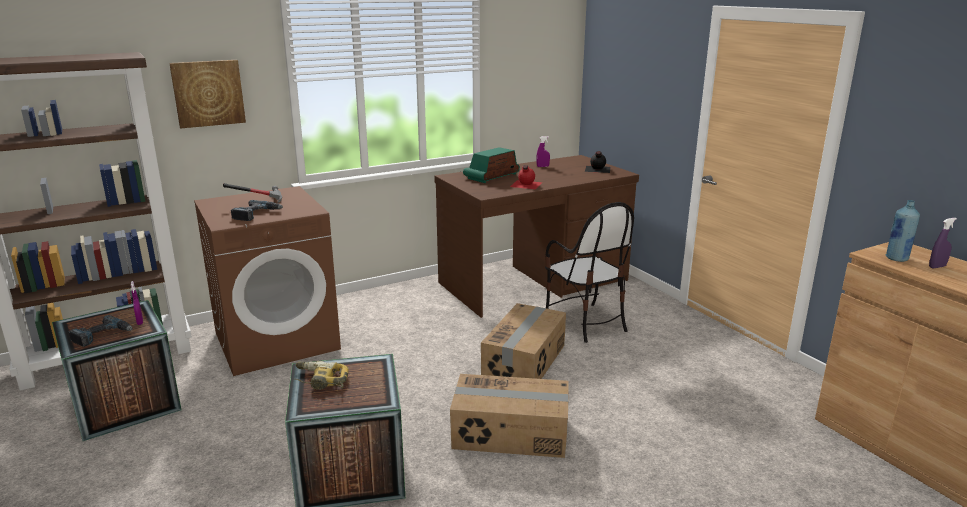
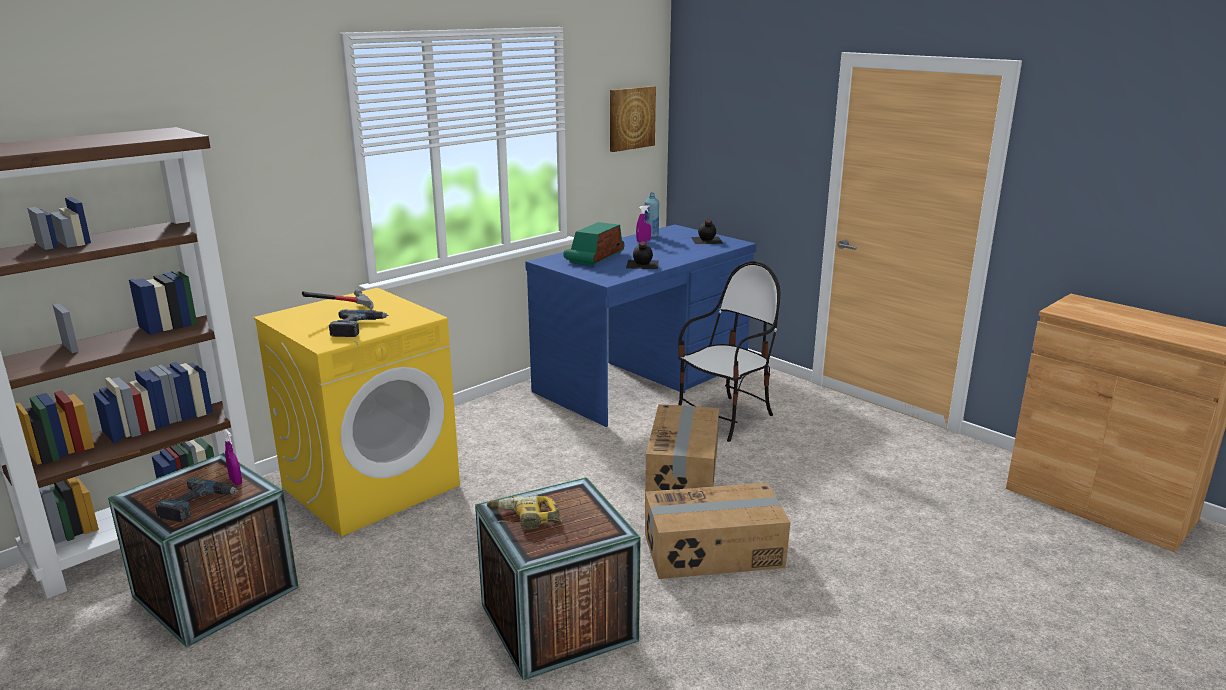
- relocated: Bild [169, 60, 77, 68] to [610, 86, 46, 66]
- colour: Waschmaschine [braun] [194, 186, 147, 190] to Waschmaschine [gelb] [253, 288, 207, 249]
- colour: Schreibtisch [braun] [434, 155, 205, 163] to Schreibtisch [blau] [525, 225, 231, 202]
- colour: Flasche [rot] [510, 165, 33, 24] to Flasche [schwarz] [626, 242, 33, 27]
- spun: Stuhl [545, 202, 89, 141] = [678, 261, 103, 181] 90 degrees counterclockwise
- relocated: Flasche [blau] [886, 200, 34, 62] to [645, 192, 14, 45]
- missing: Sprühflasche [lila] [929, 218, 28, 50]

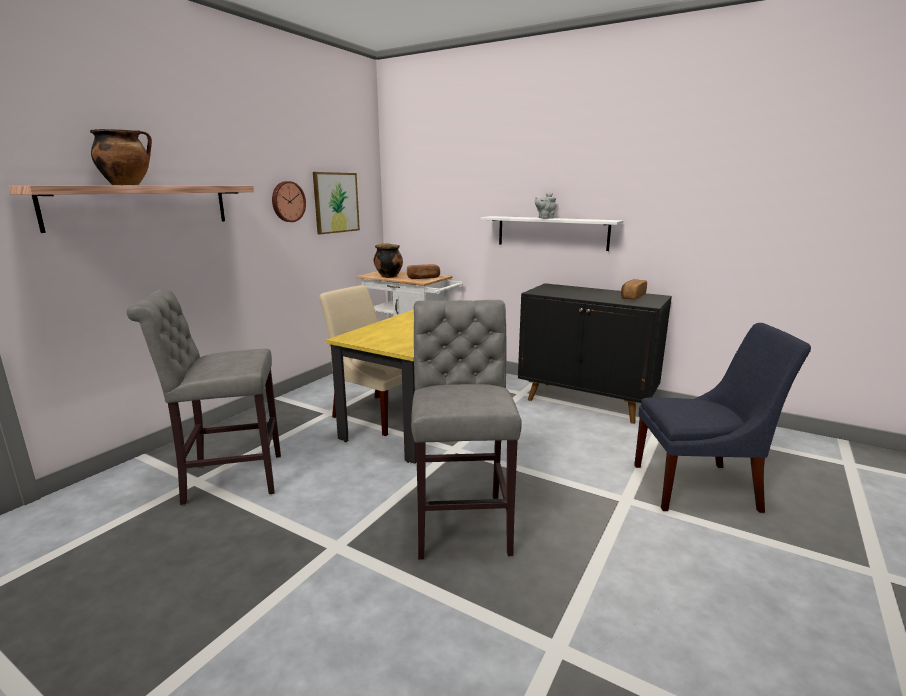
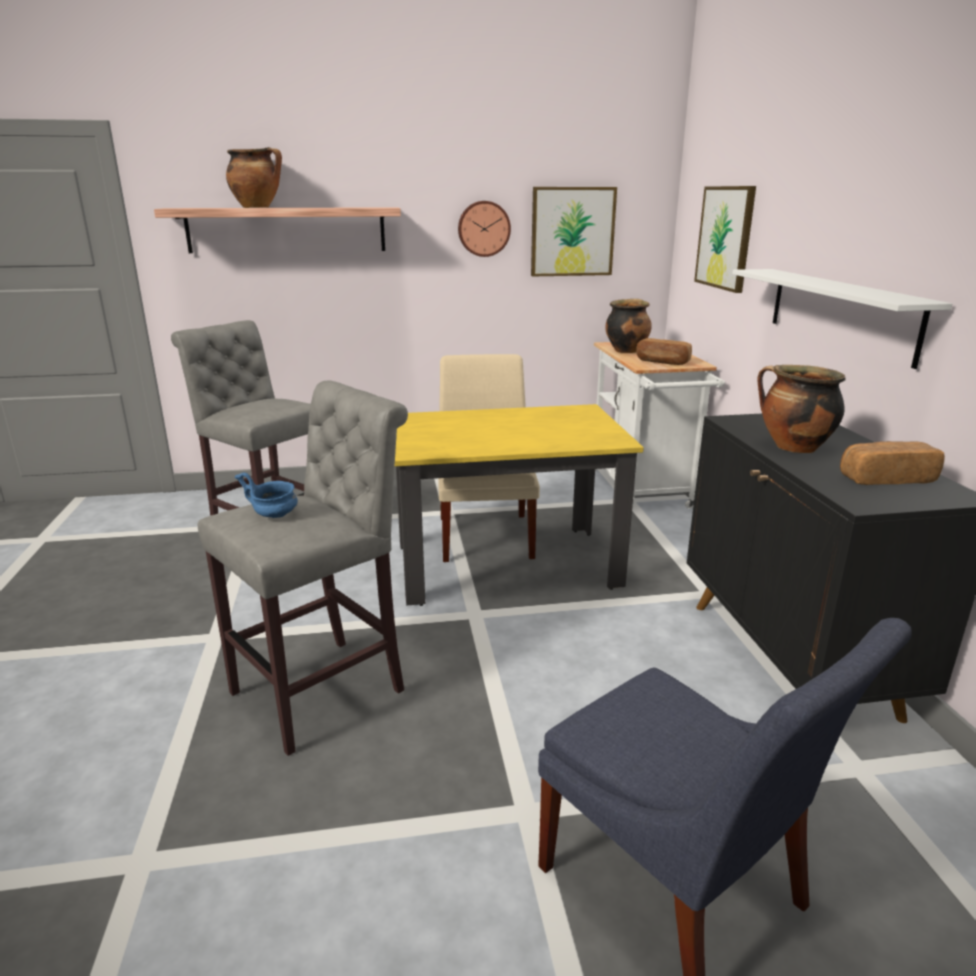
- missing: Teekanne [grau] [535, 193, 21, 26]
- appeared: Schüssel [blau] [235, 472, 63, 46]
- appeared: Bild [694, 186, 62, 107]
- appeared: Kochtopf [757, 365, 89, 88]

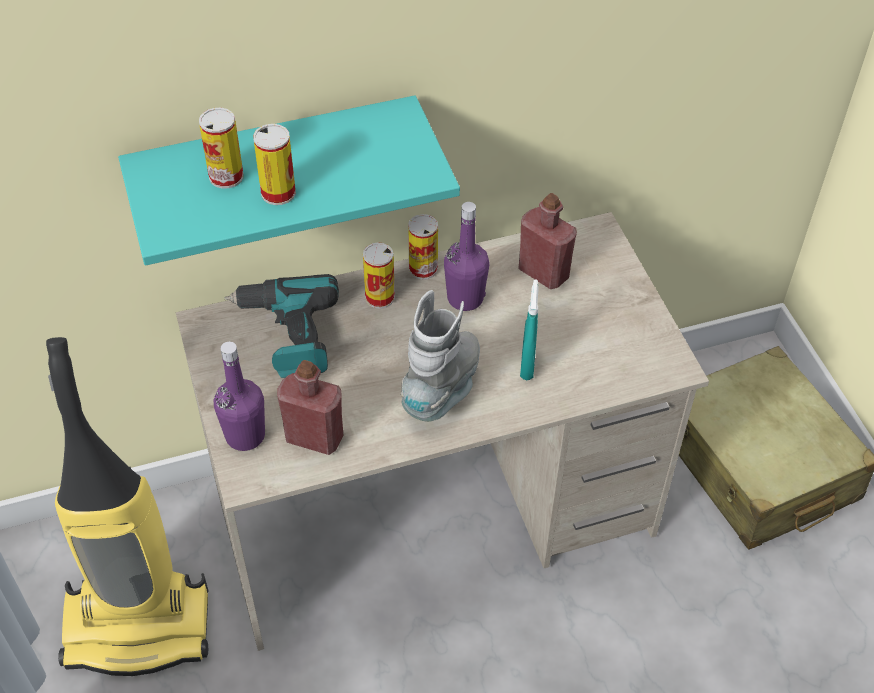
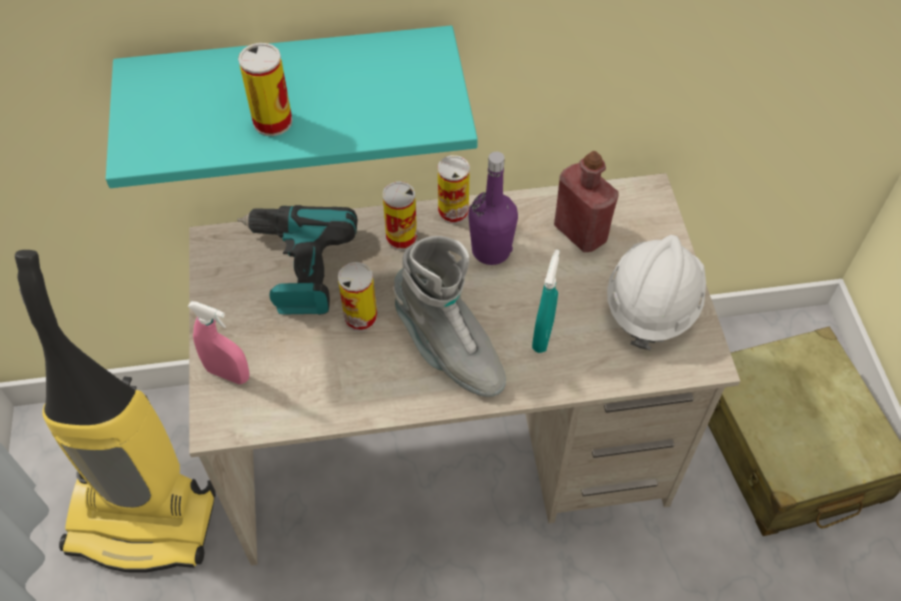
- relocated: Dose [199, 108, 44, 81] to [338, 262, 39, 70]
- exchanged: Flasche [lila] [214, 342, 51, 109] to Sprühflasche [rosa] [188, 301, 61, 83]
- missing: Flasche [rot] [277, 360, 66, 95]
- spun: Stiefel [grau] [401, 290, 79, 132] = [393, 236, 113, 161] 105 degrees clockwise
- appeared: Schutzhelm [weiß] [607, 235, 99, 116]

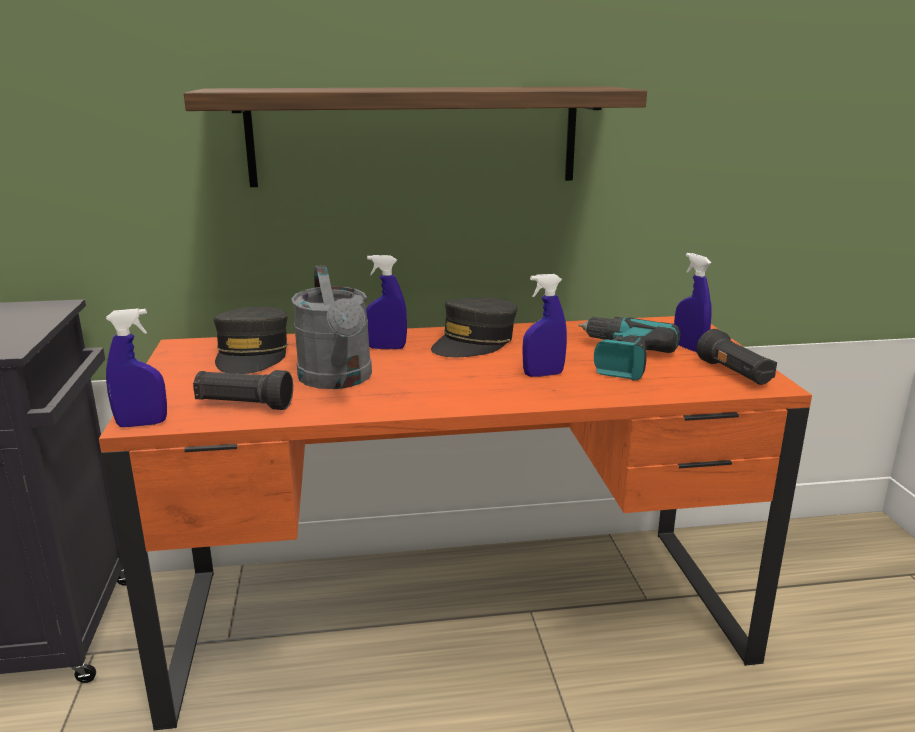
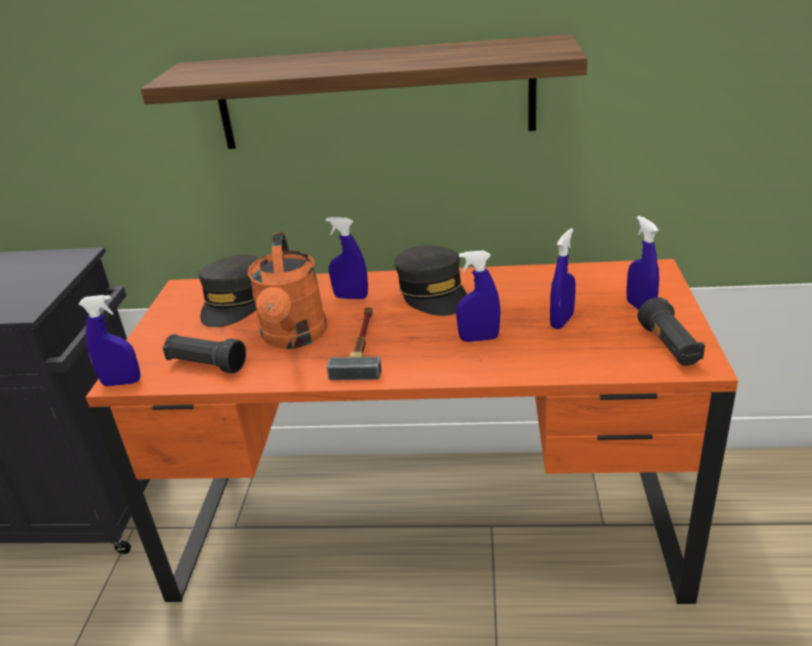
- colour: Gießkanne [grau] [291, 265, 81, 124] to Gießkanne [orange] [248, 232, 78, 117]
- spun: Kappe [grau] [431, 297, 87, 60] = [394, 246, 73, 70] 75 degrees counterclockwise
- exchanged: Bohrmaschine [578, 317, 102, 64] to Sprühflasche [blau] [550, 228, 26, 101]
- appeared: Hammer [327, 307, 55, 73]

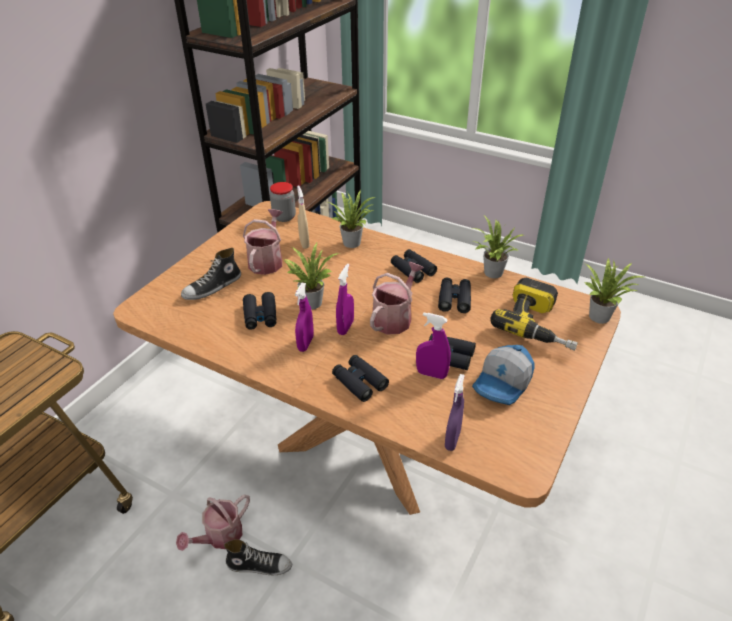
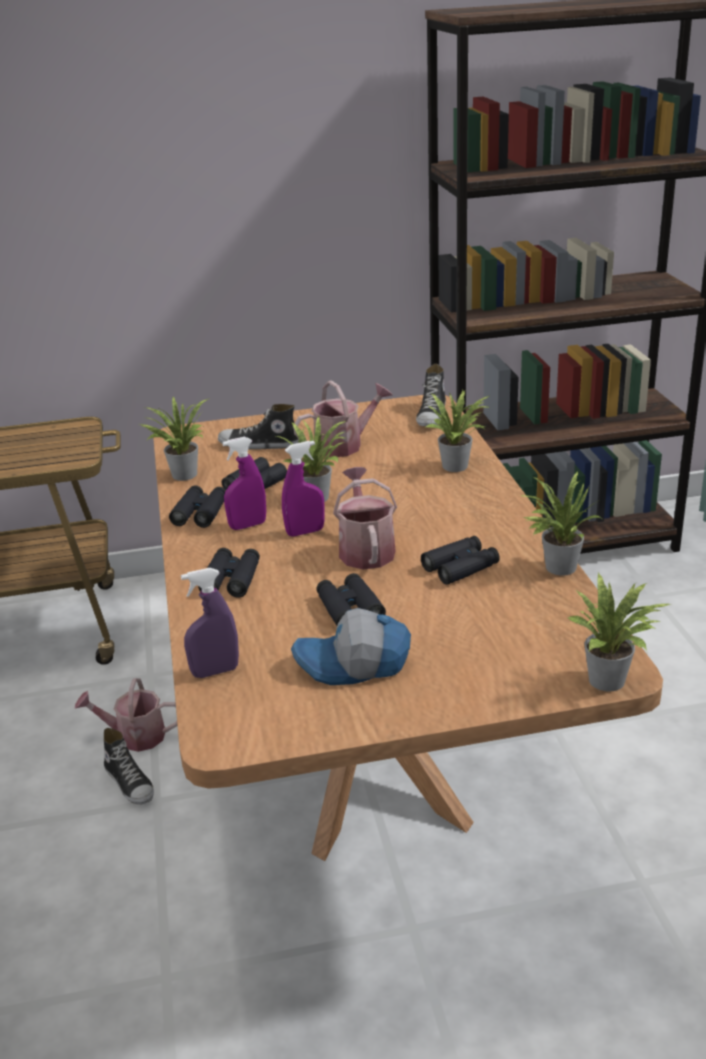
- exchanged: Vorratsglas [270, 182, 26, 40] to Schuh [416, 364, 30, 62]
- missing: Sprühflasche [beige] [297, 185, 13, 64]
- spun: Gießkanne [370, 262, 54, 72] = [333, 467, 64, 102] 90 degrees counterclockwise
- relocated: Fernglas [schwarz] [391, 249, 46, 34] to [169, 485, 57, 43]
- missing: Sprühflasche [lila] [416, 312, 35, 67]
- missing: Bohrmaschine [490, 278, 88, 73]
- appeared: Topfpflanze [140, 397, 70, 84]

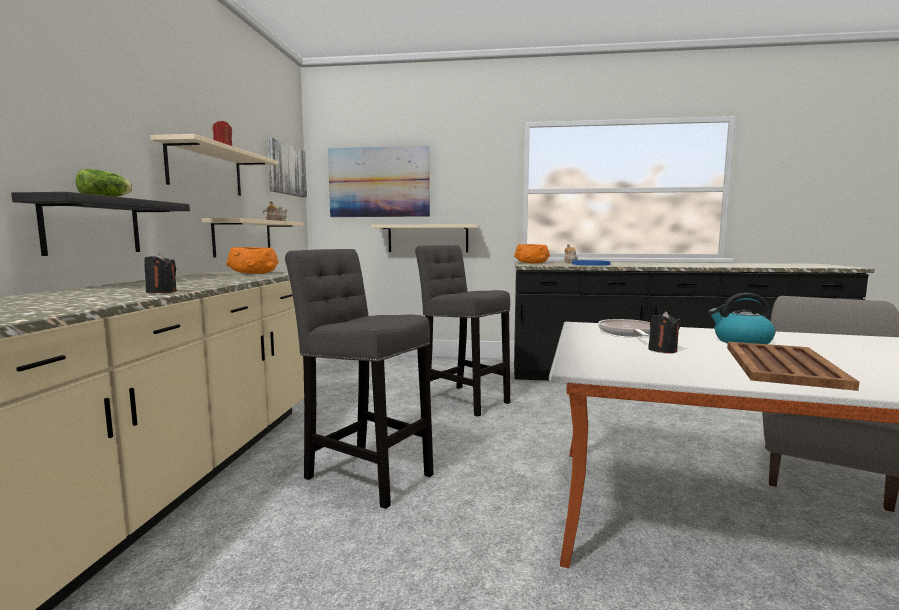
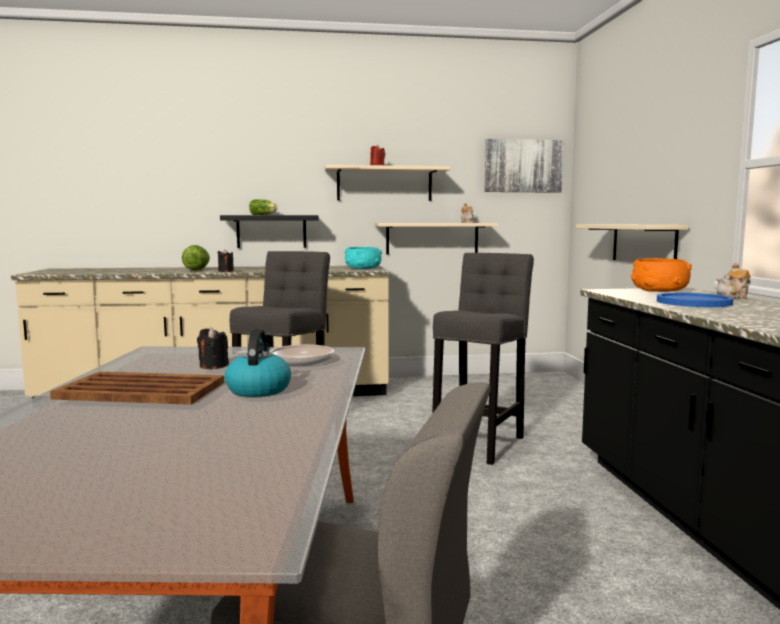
- colour: Schüssel [orange] [227, 247, 52, 27] to Schüssel [türkis] [345, 247, 37, 22]
- missing: Bild [328, 146, 102, 71]
- appeared: Salatkopf [182, 245, 28, 26]

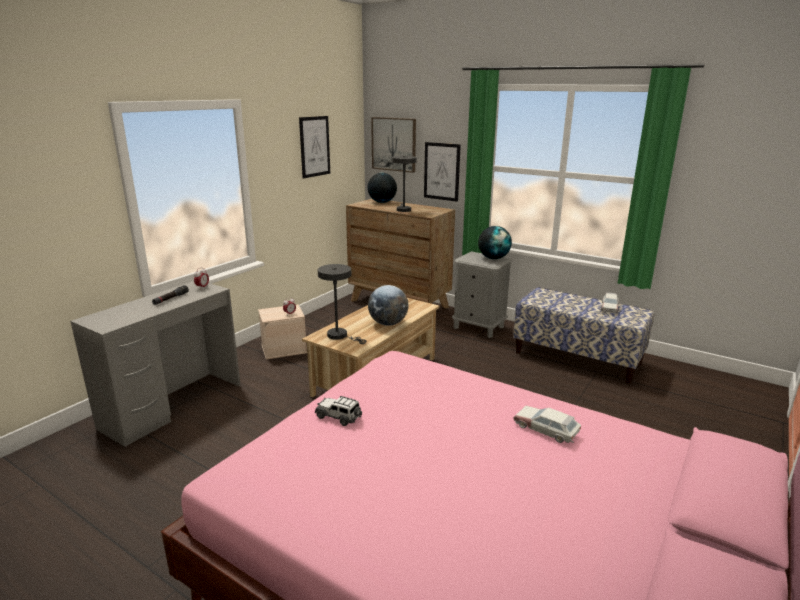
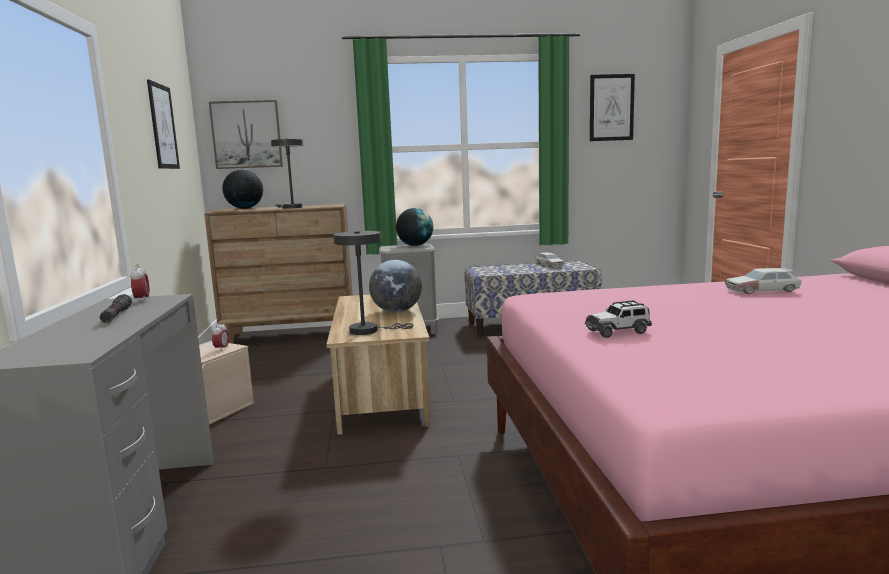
- relocated: Bild [424, 142, 37, 60] to [590, 74, 45, 67]

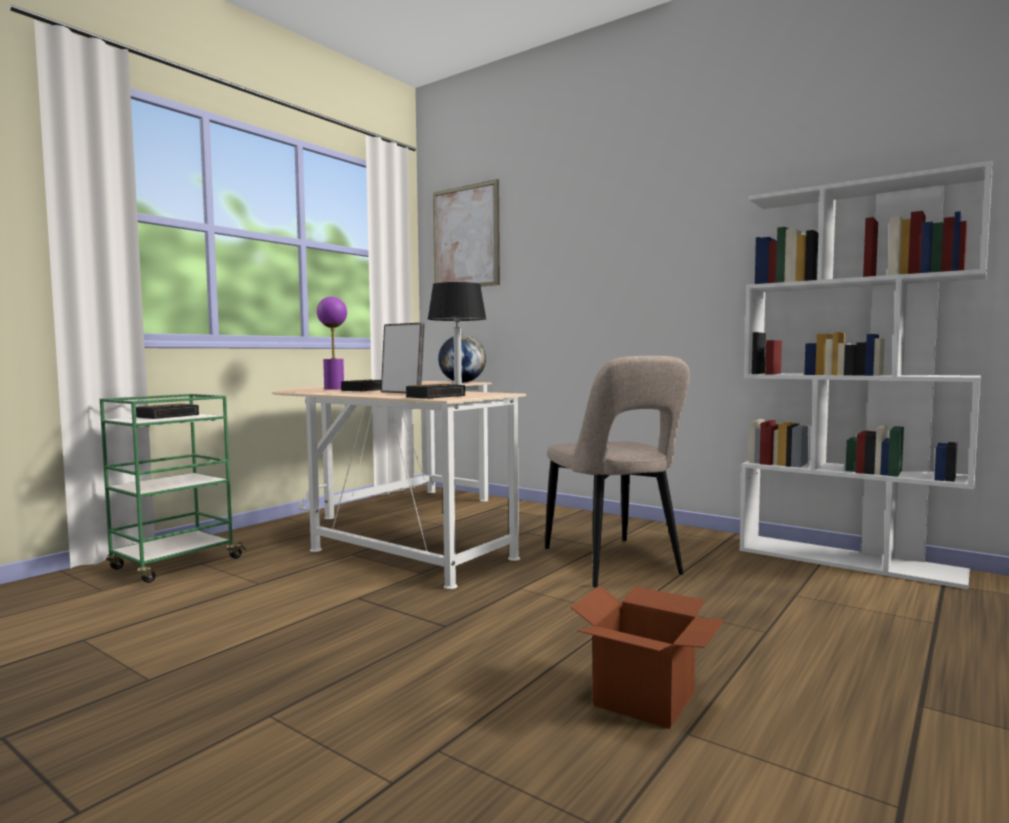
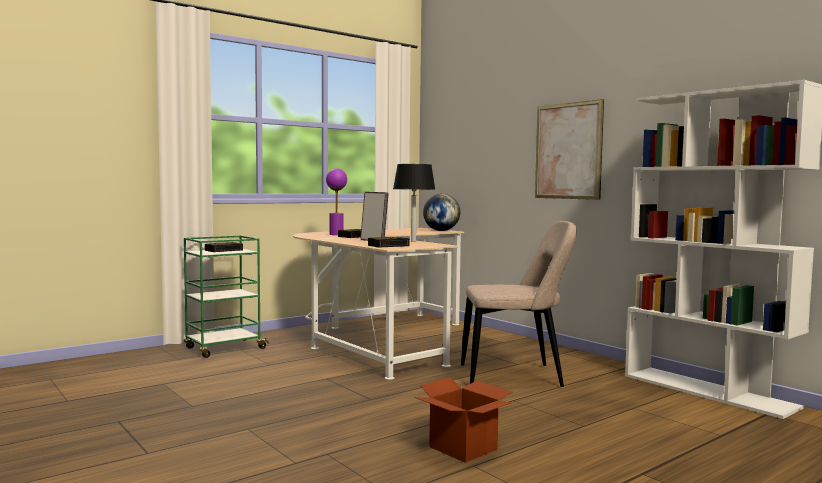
- relocated: Bild [433, 179, 67, 107] to [535, 99, 69, 101]
- spun: Stuhl [beige] [545, 356, 145, 231] = [461, 221, 116, 166] 90 degrees counterclockwise

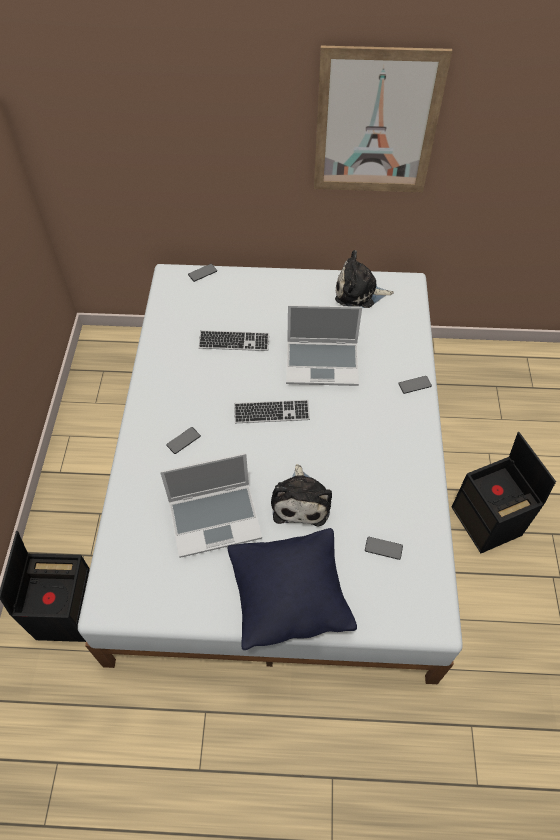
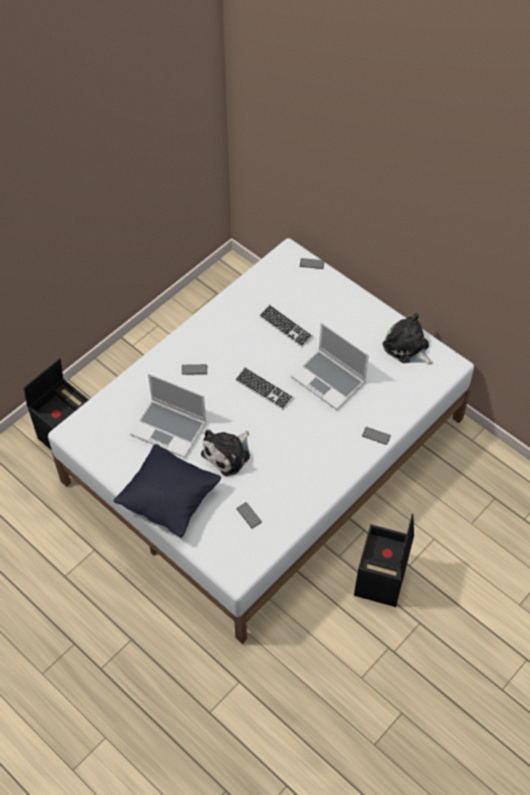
- missing: Bild [314, 46, 138, 146]

